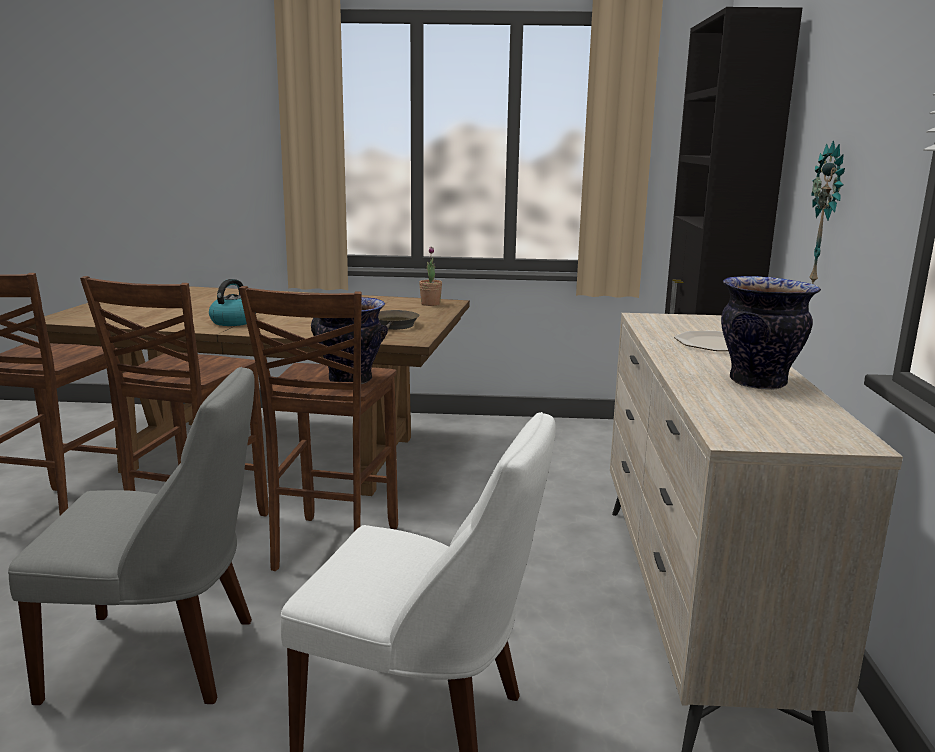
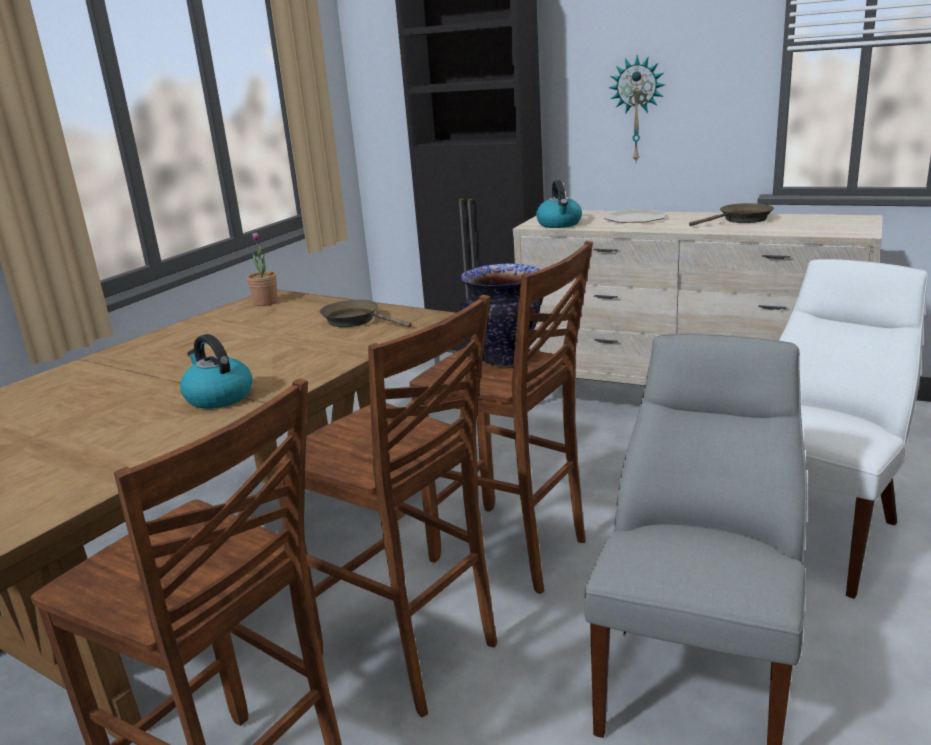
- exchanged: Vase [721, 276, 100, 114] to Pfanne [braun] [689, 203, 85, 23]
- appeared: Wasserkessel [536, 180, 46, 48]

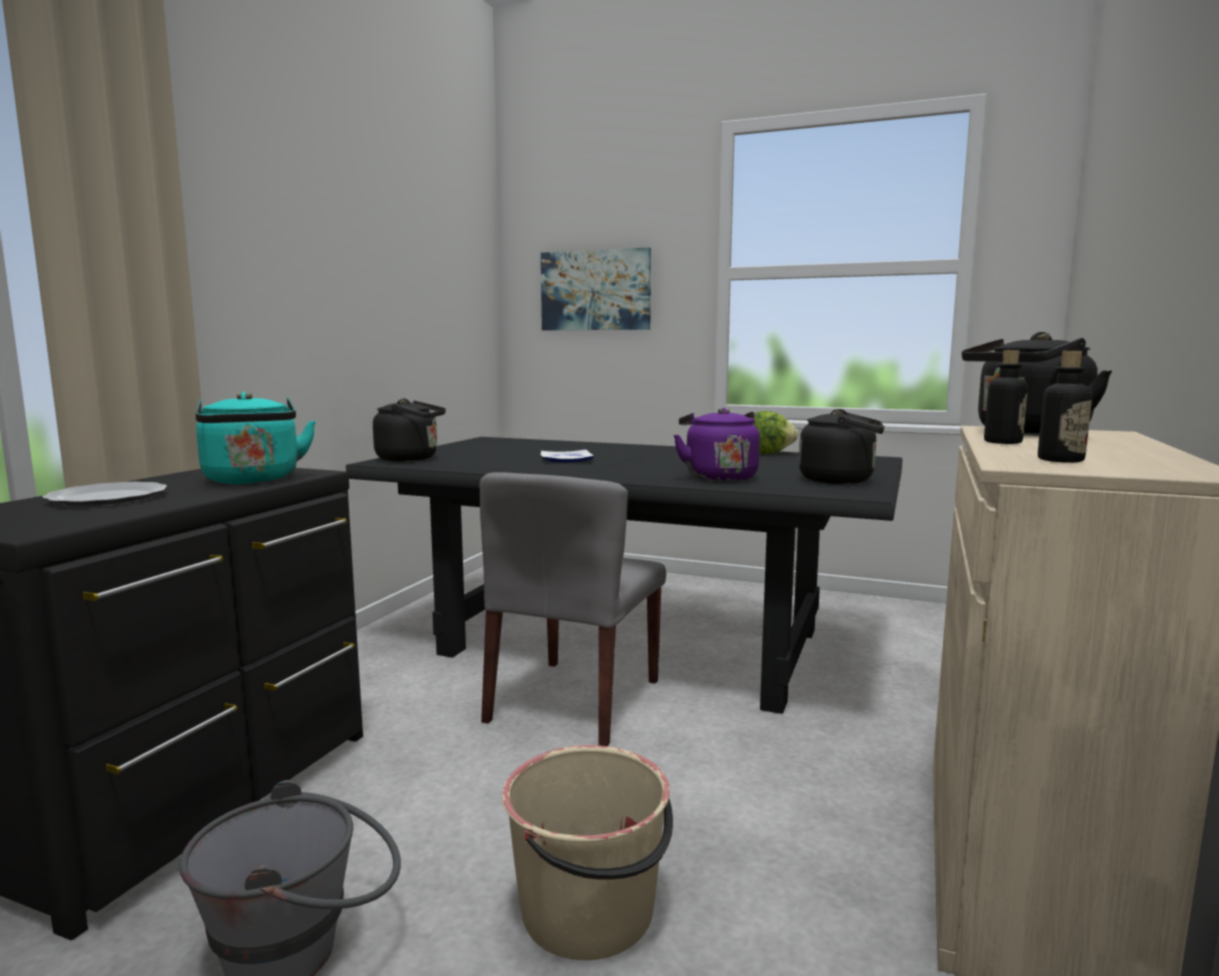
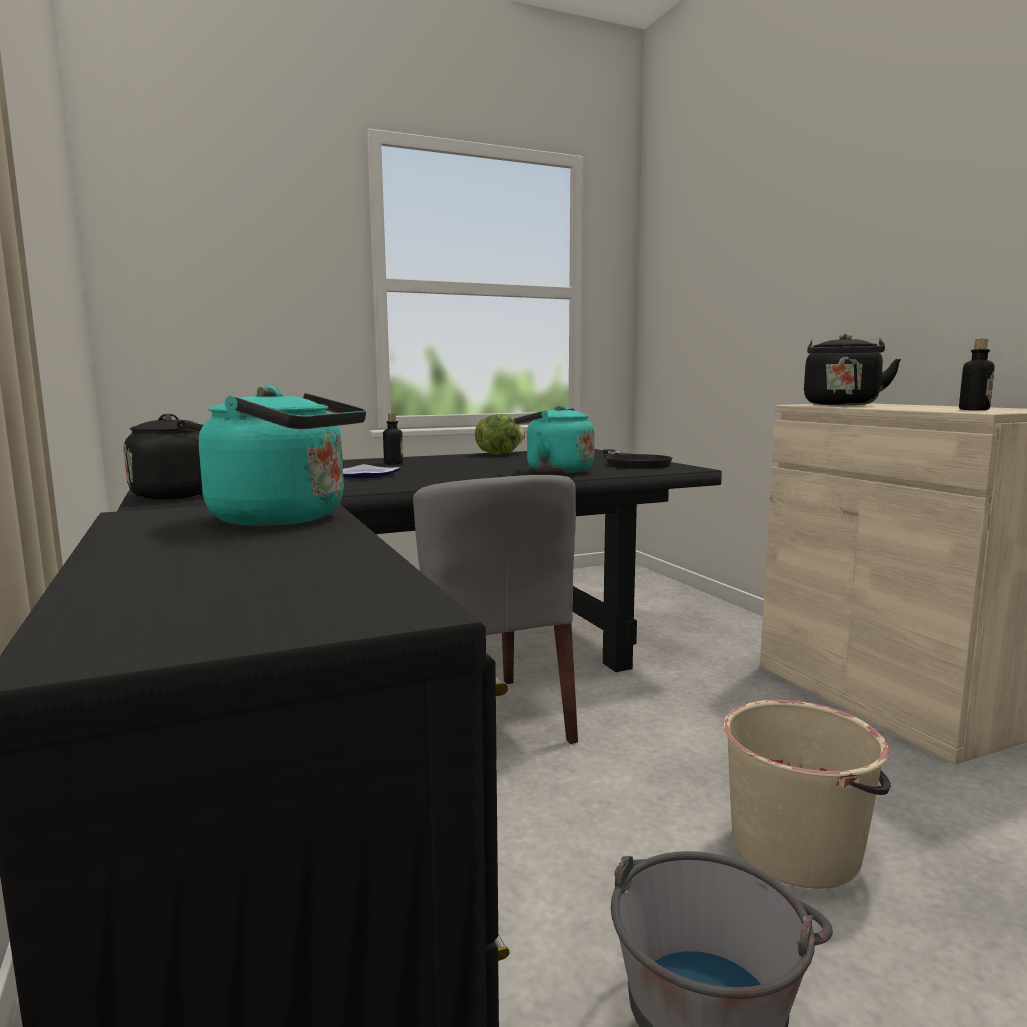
- missing: Teller [43, 482, 124, 24]
- missing: Bild [541, 247, 110, 83]
- colour: Wasserkessel [lila] [674, 408, 86, 74] to Wasserkessel [türkis] [514, 405, 81, 69]
- exchanged: Wasserkessel [schwarz] [799, 409, 85, 75] to Pfanne [schwarz] [603, 449, 69, 20]
- relocated: Flasche [984, 350, 44, 94] to [383, 414, 20, 50]

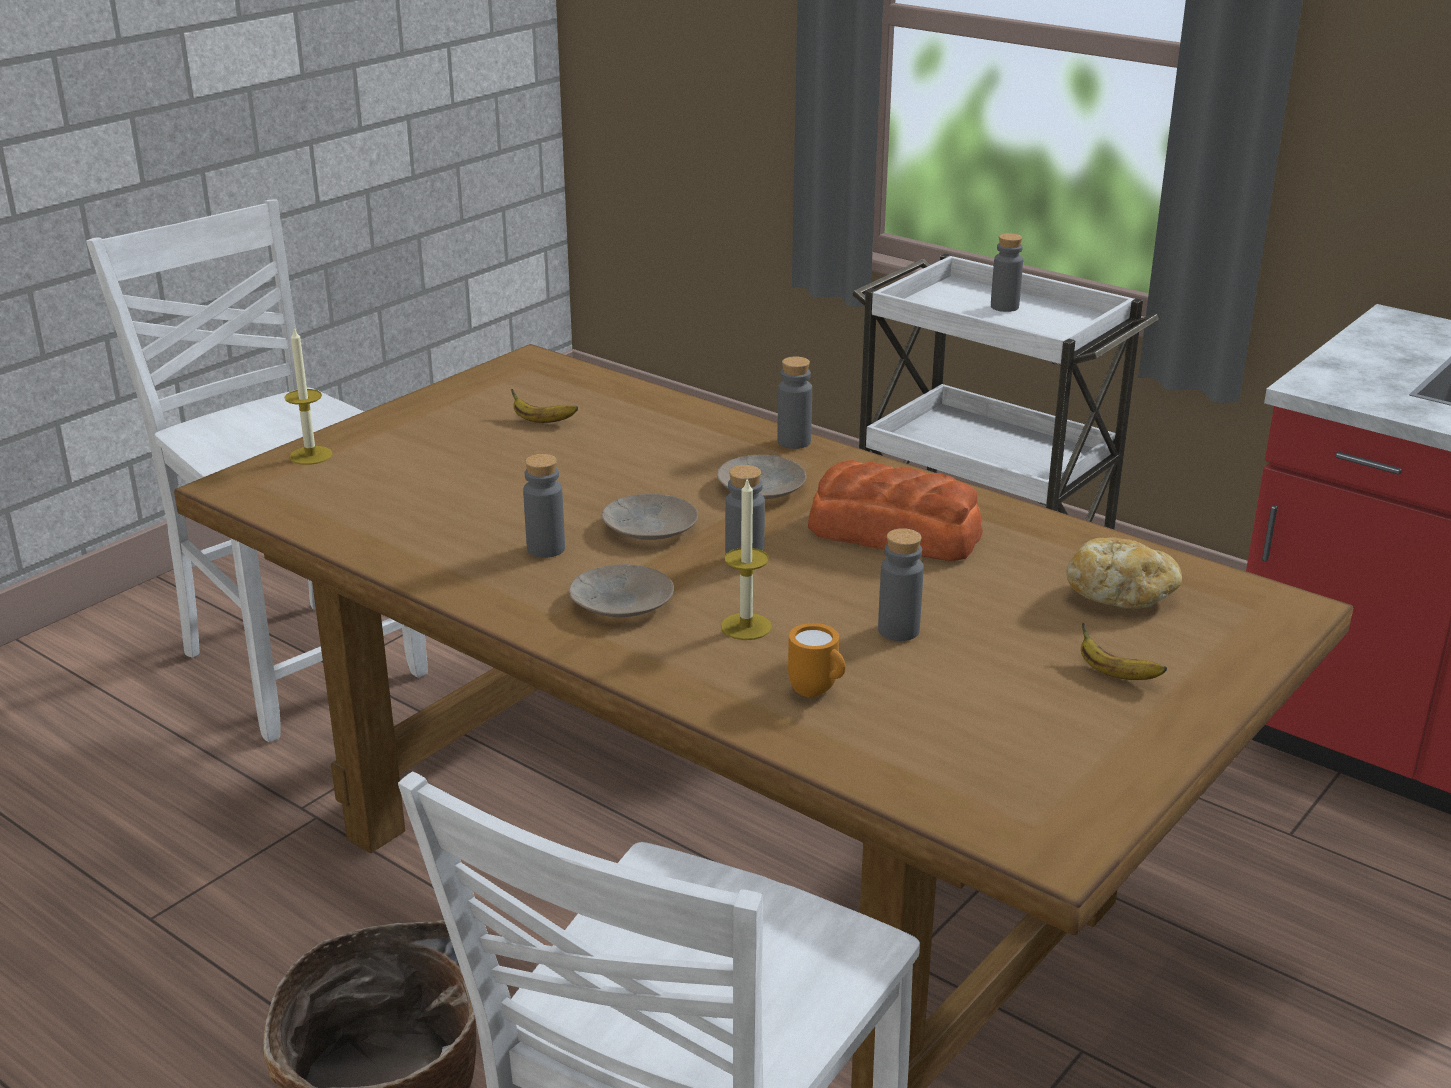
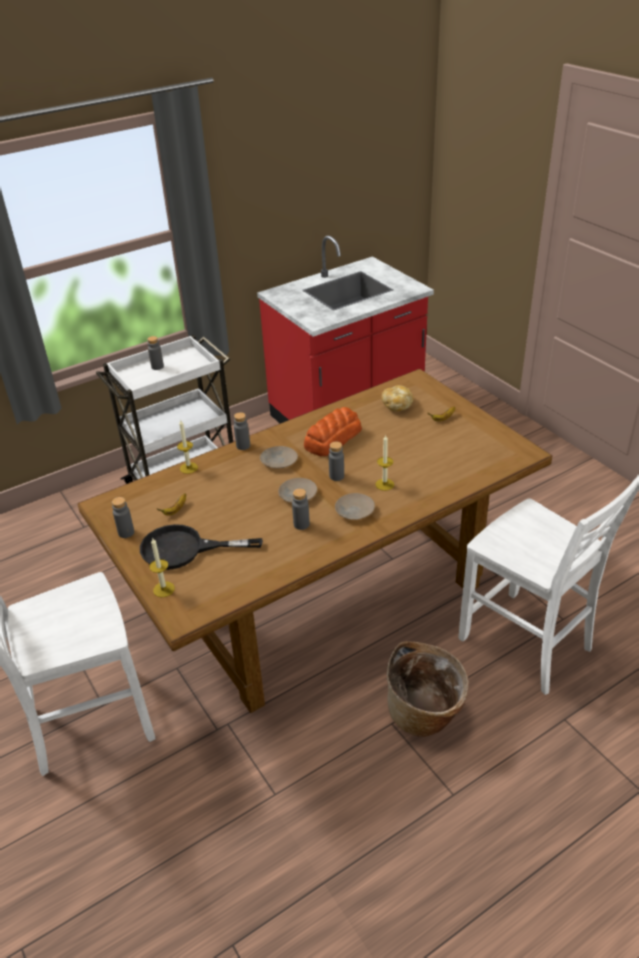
- missing: Henkelbecher [orange] [788, 623, 58, 74]
- relocated: Flasche [grau] [878, 528, 46, 113] to [112, 497, 22, 41]
- appeared: Pfanne [schwarz] [140, 524, 123, 46]
- appeared: Kerze [177, 420, 21, 54]

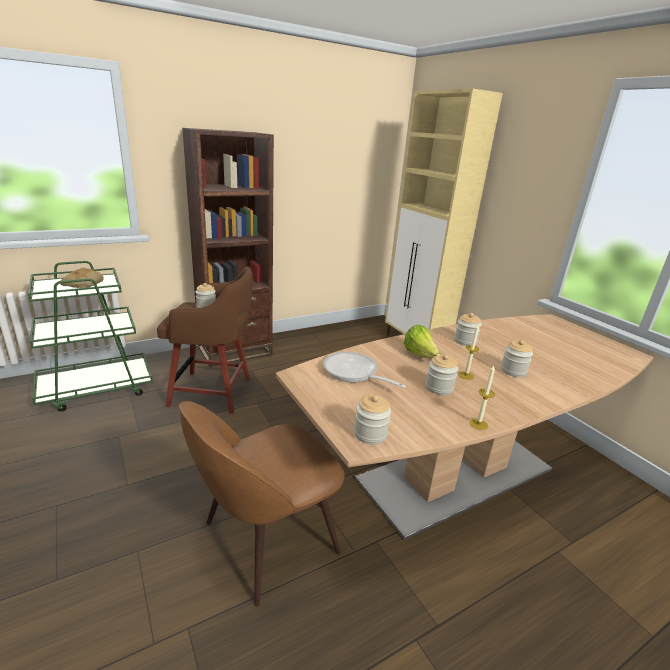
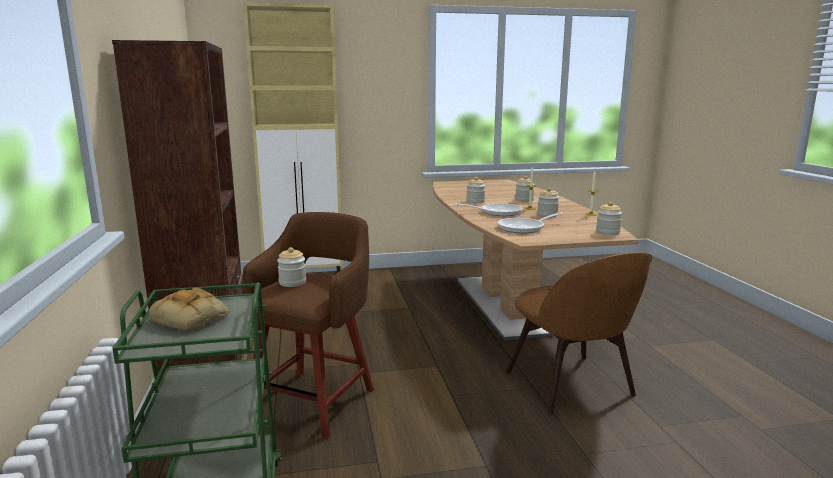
- exchanged: Salatkopf [404, 325, 37, 33] to Pfanne [454, 203, 69, 13]

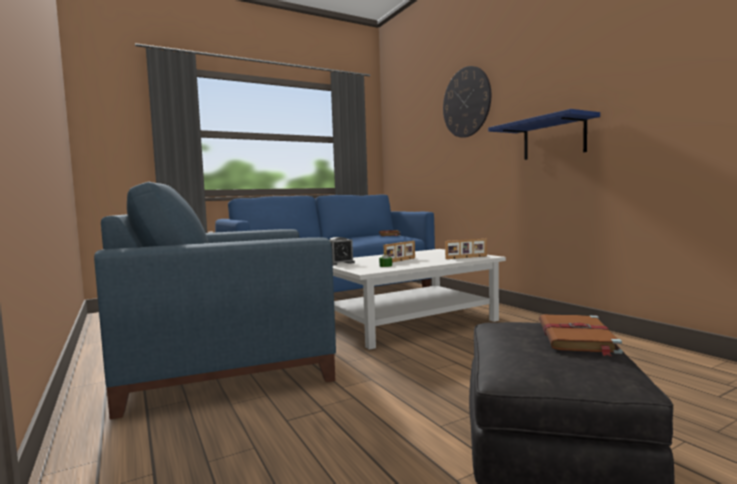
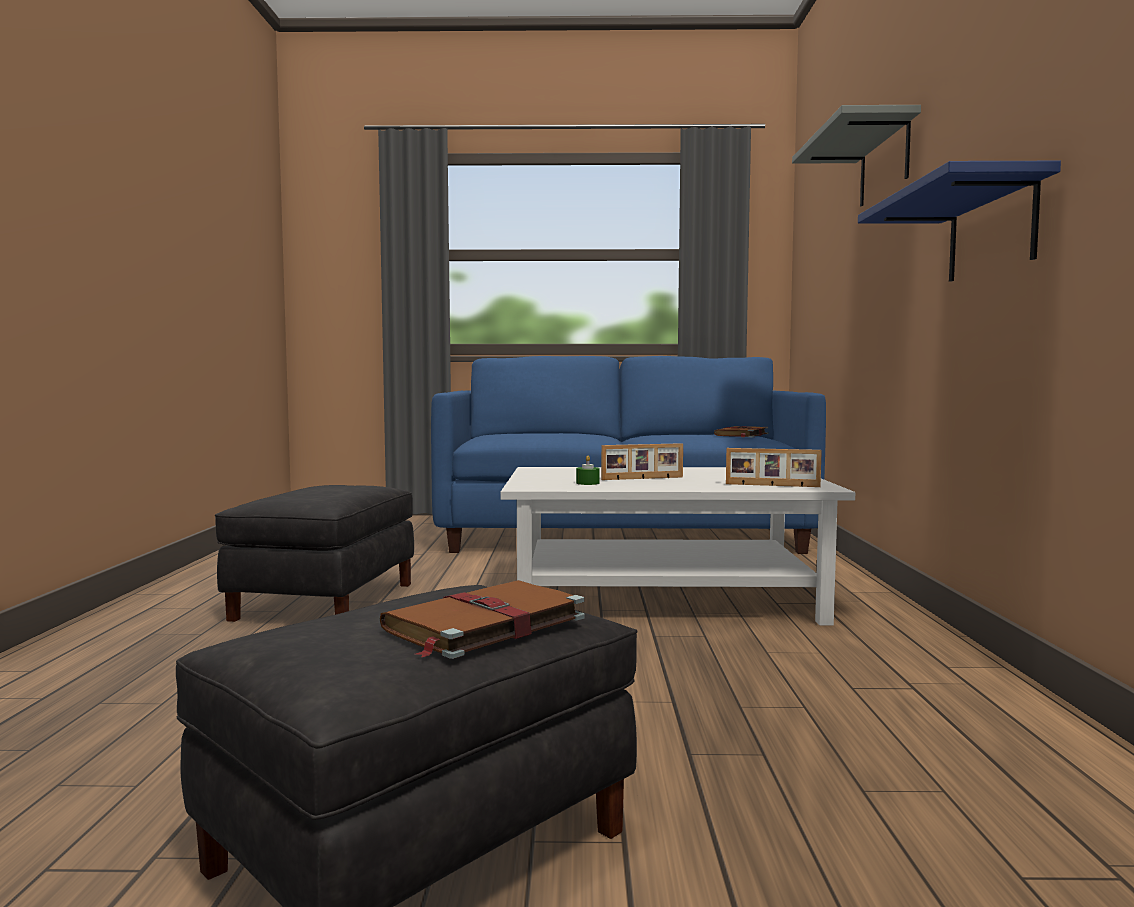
- exchanged: Sessel [blau] [94, 181, 242, 239] to Polsterhocker [schwarz] [215, 485, 199, 137]
- missing: Wecker [329, 237, 26, 28]
- exchanged: Wanduhr [443, 66, 48, 72] to Wandregal [grau] [792, 105, 129, 101]

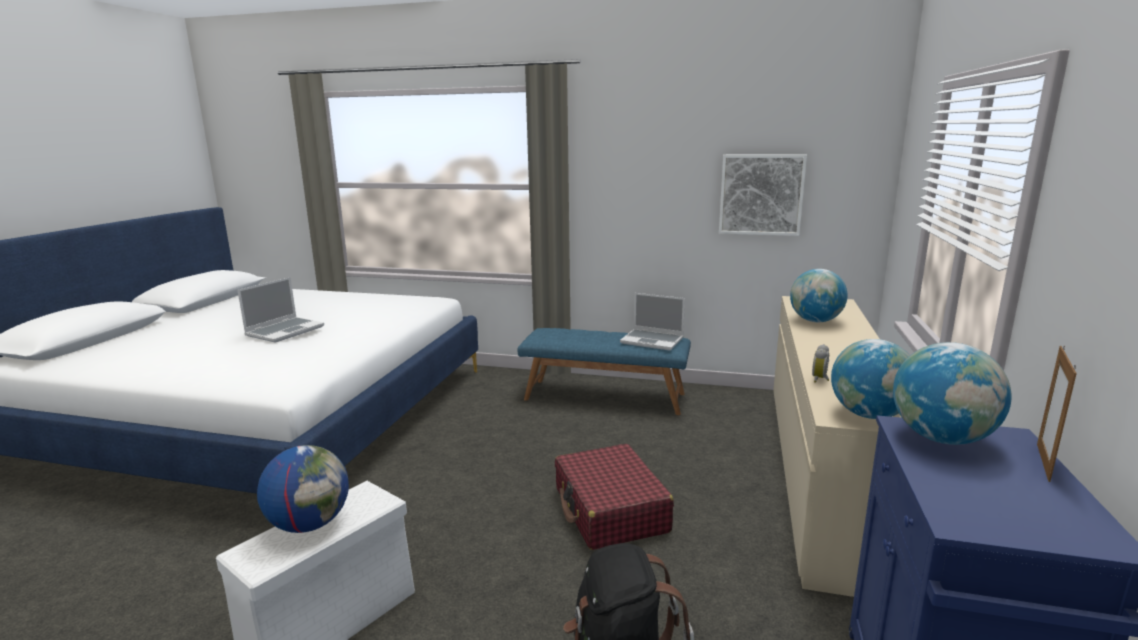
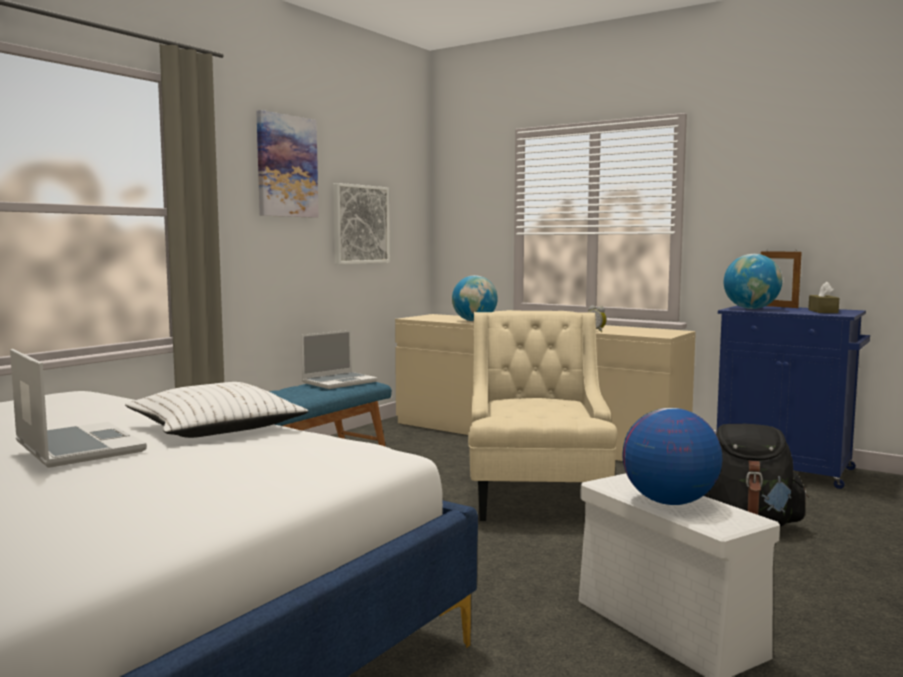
- exchanged: Koffer [rot] [555, 444, 119, 106] to Sessel [beige] [468, 310, 150, 211]
- missing: Globus [831, 339, 79, 80]
- appeared: Kissen [weiß] [125, 382, 183, 56]
- appeared: Bild [256, 110, 63, 108]
- appeared: Taschentuchbox [braun] [808, 282, 31, 31]

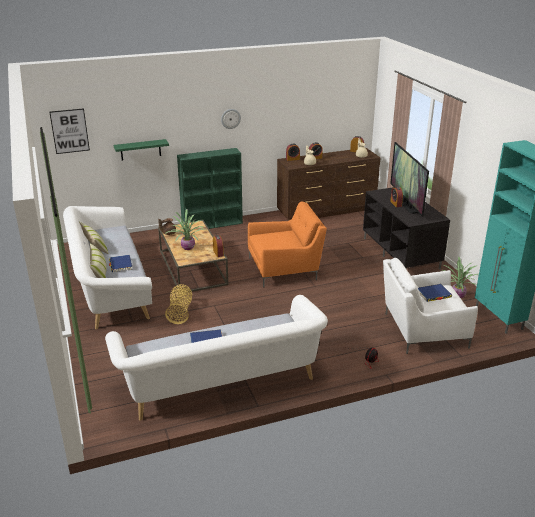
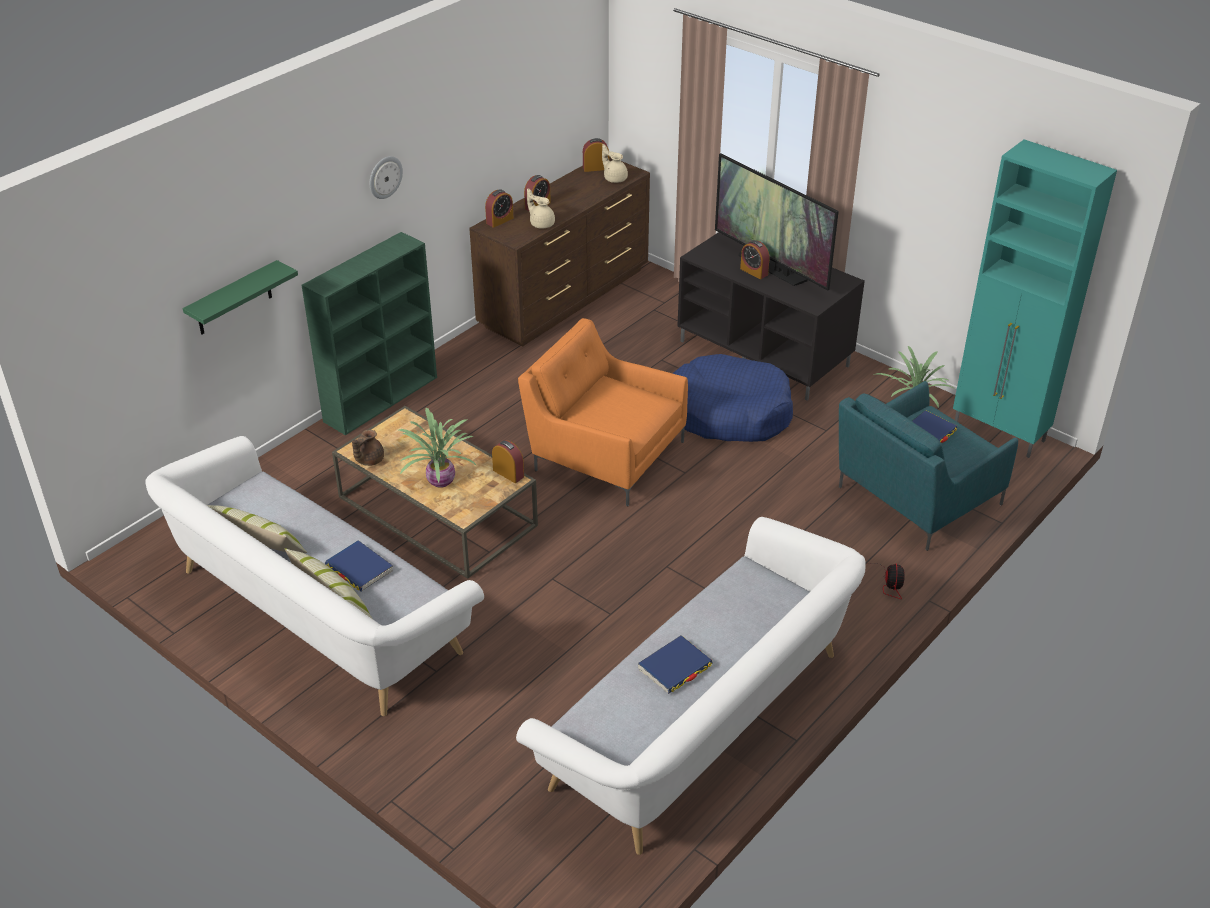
- missing: Bild [49, 108, 41, 46]
- missing: Korb [165, 284, 27, 40]
- spun: Sessel [orange] [248, 202, 79, 86] = [518, 318, 170, 188] 105 degrees counterclockwise
- colour: Sessel [weiß] [383, 258, 95, 96] to Sessel [türkis] [839, 381, 179, 170]
- appeared: Hundebett [blau] [672, 354, 121, 88]

